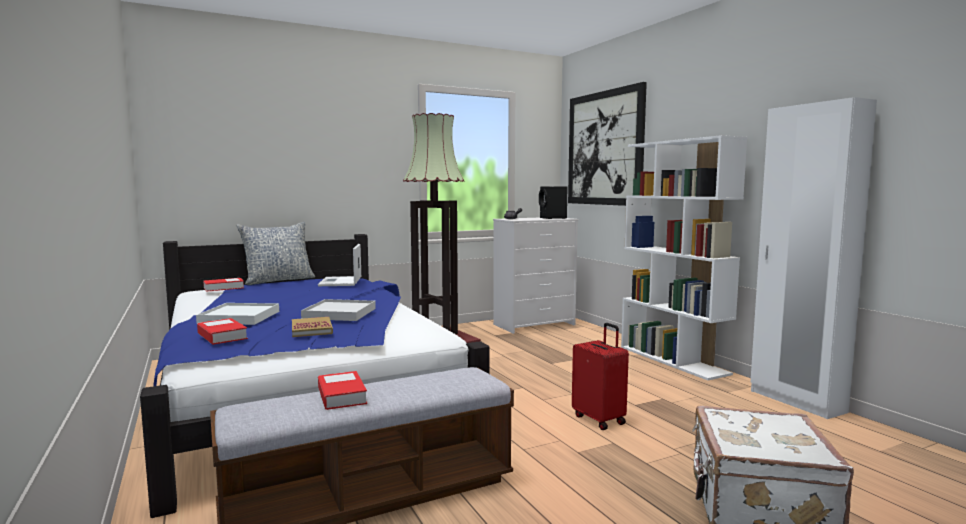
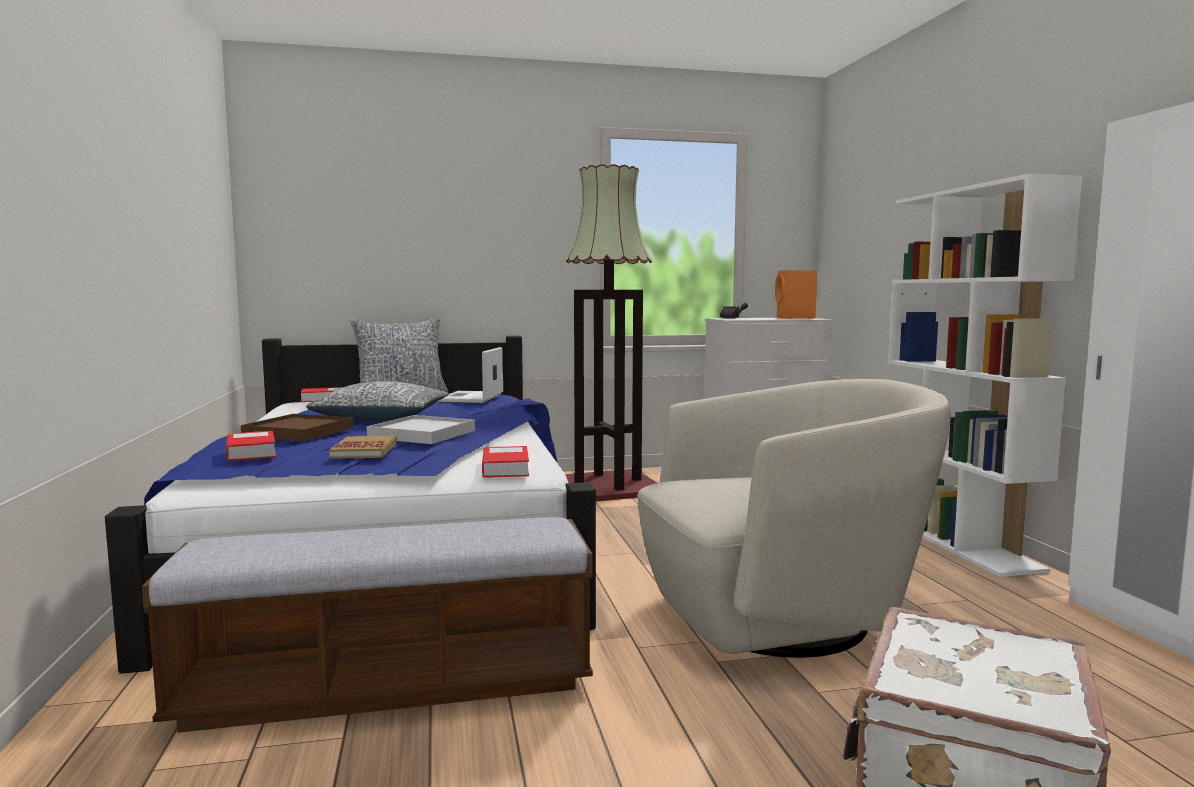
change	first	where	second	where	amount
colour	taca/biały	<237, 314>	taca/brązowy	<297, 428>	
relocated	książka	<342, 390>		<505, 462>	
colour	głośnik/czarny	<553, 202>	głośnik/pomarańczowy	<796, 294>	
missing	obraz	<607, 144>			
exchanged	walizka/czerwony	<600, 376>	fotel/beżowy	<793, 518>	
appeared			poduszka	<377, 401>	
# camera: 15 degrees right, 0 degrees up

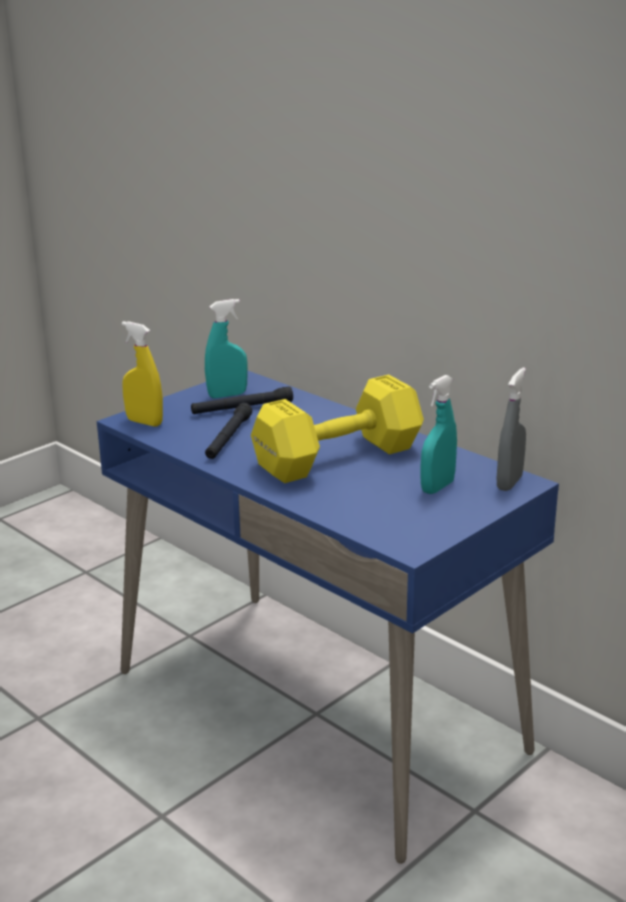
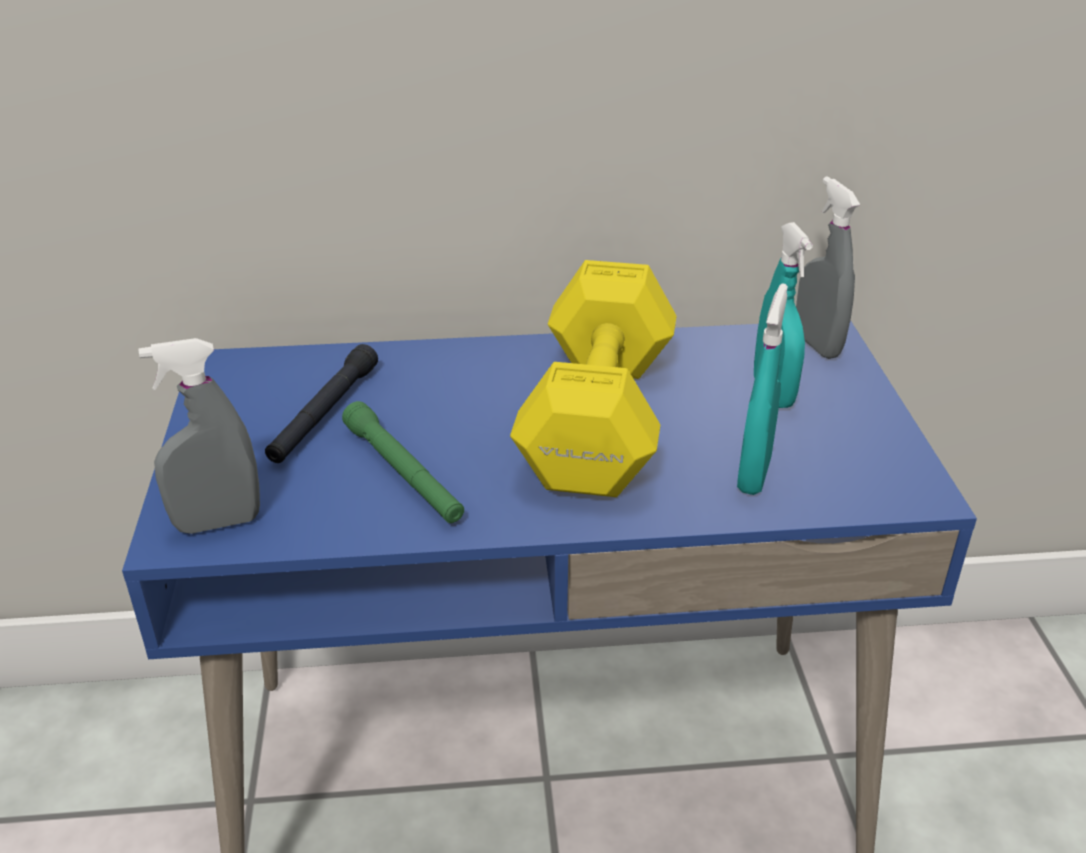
change	first	where	second	where	amount
colour	spryskiwacz/żółty	<142, 374>	spryskiwacz/szary	<199, 436>	
relocated	spryskiwacz/turkusowy	<226, 348>		<762, 389>	
colour	latarka/czarny	<228, 431>	latarka/zielony	<403, 462>	
# camera: 50 degrees left, 10 degrees up

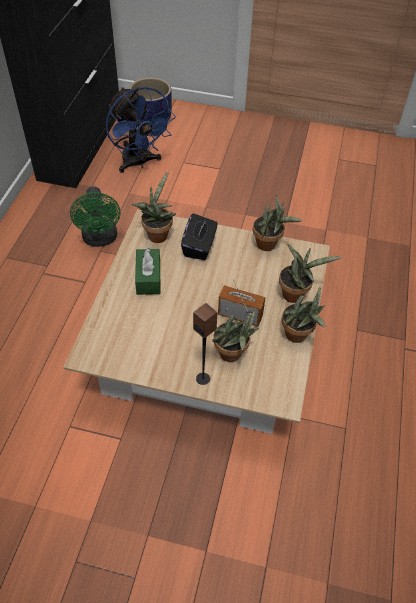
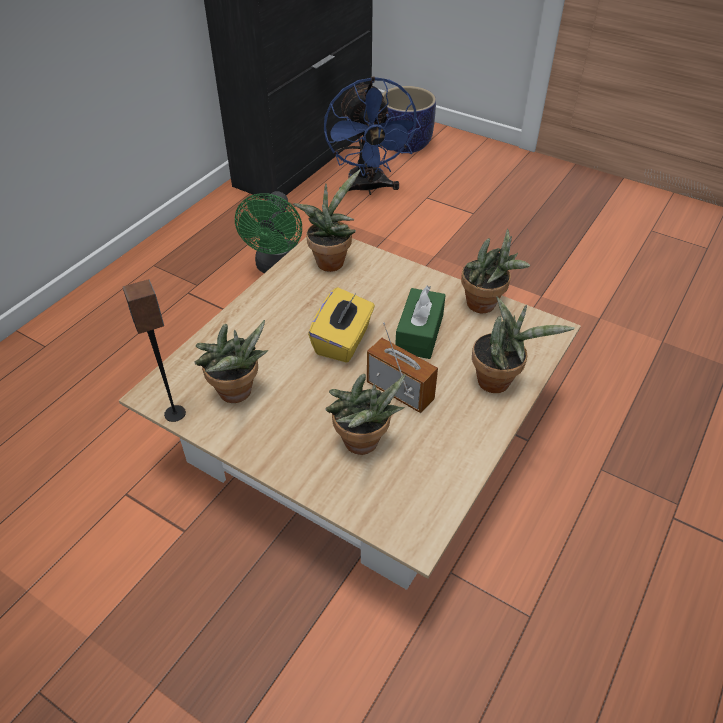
change	first	where	second	where	amount
relocated	pudełko chusteczek/zielony	<147, 271>		<420, 322>	
missing	pudełko chusteczek/czarny	<199, 236>			
relocated	głośnik	<205, 344>		<154, 350>	
relocated	roślina doniczkowa	<303, 315>		<231, 361>	
appeared			pudełko chusteczek/żółty	<341, 325>	
# camera: 20 degrees right, 5 degrees down

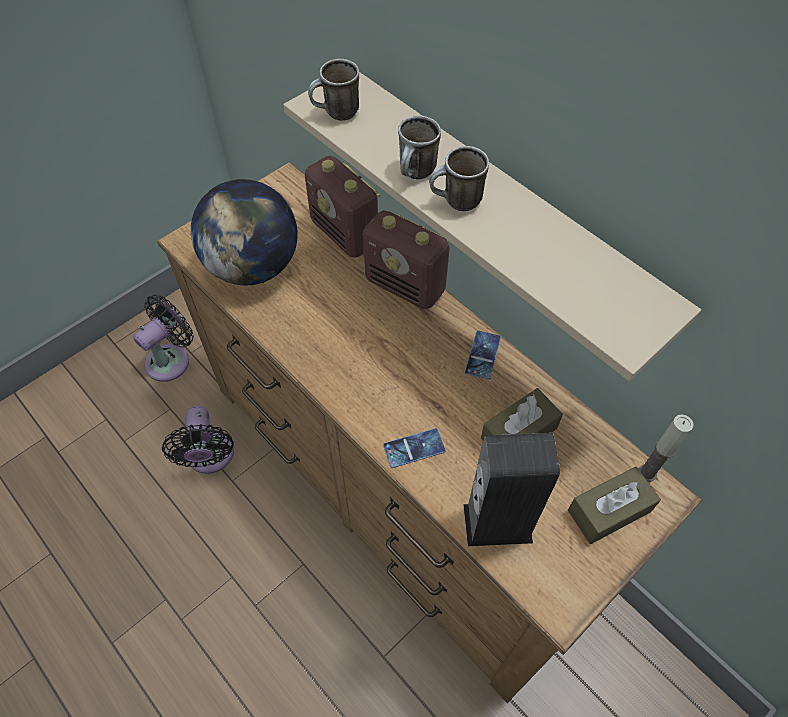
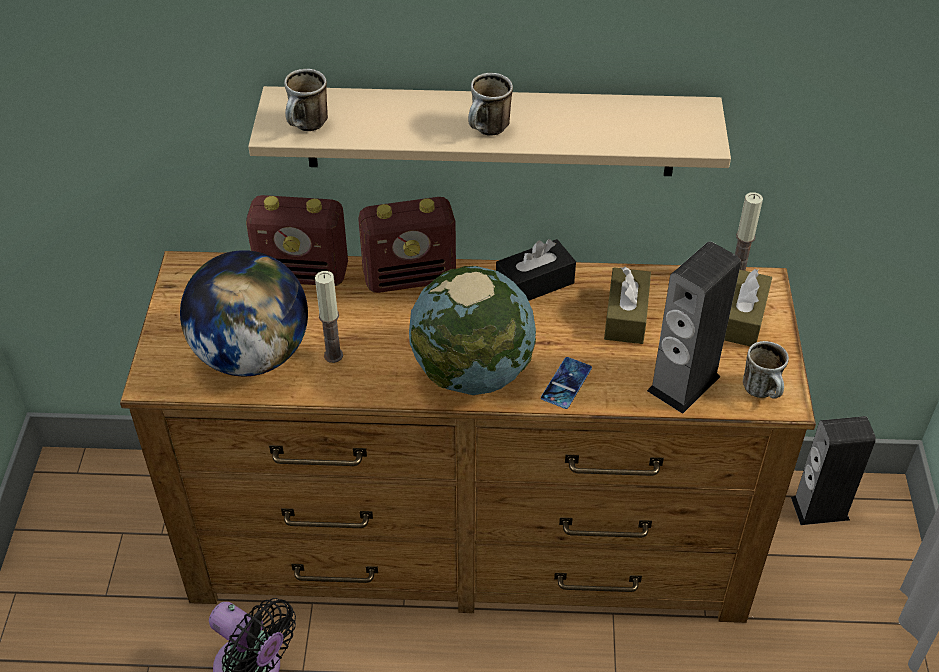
change	first	where	second	where	amount
missing	wentylator/czarny	<163, 338>			
relocated	kubek	<419, 147>		<766, 370>	
exchanged	telefon	<483, 354>	pudełko chusteczek/czarny	<536, 270>	
appeared			świeca	<329, 317>	
appeared			globus	<472, 330>	
appeared			głośnik	<833, 470>	
# camera: 45 degrees left, 10 degrees down

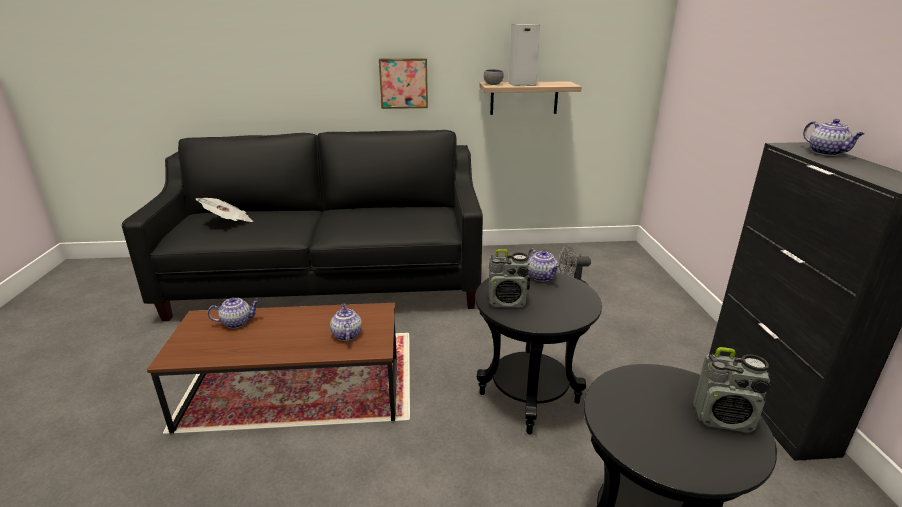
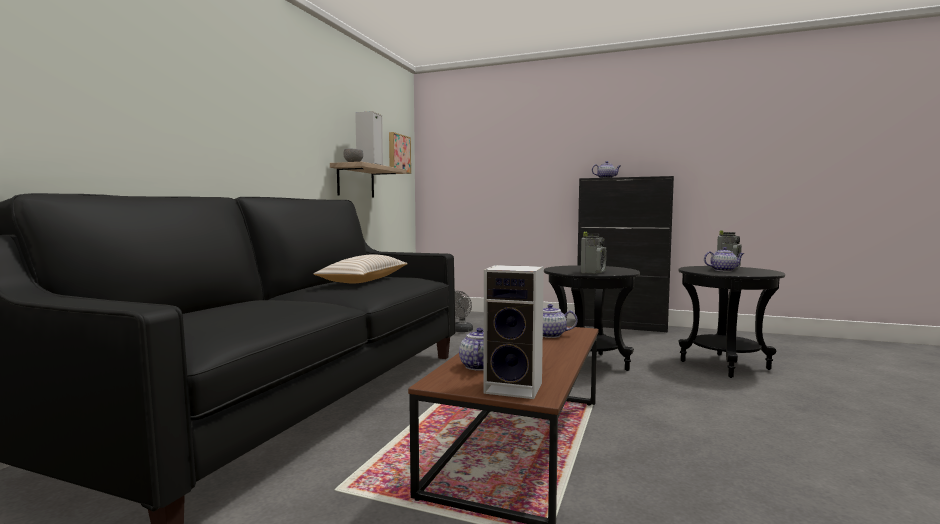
change	first	where	second	where	amount
missing	gazeta	<225, 210>			
relocated	obraz	<403, 83>		<400, 153>	
relocated	imbryk	<543, 264>		<724, 259>	
appeared			poduszka/beżowy	<361, 269>	
appeared			głośnik	<513, 332>	
# camera: 65 degrees left, 20 degrees down

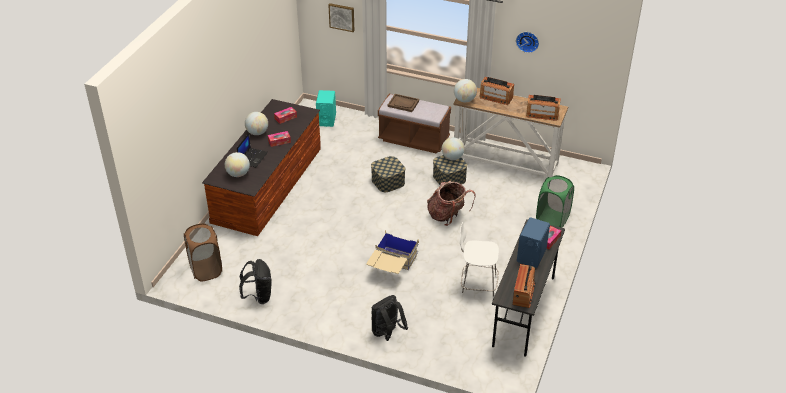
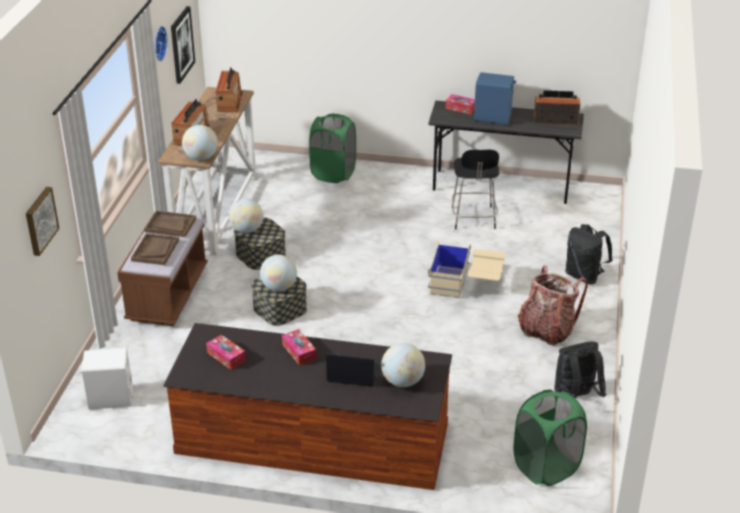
change	first	where	second	where	amount
colour	kosz na pranie/brązowy	<203, 252>	kosz na pranie/zielony	<550, 438>	
relocated	globus	<256, 123>		<278, 273>	
colour	głośnik/turkusowy	<326, 108>	głośnik/biały	<106, 379>	
relocated	plecak	<451, 203>		<553, 306>	
colour	krzesło/biały	<479, 260>	krzesło/czarny	<475, 189>	
appeared			taca/brązowy	<170, 224>	
appeared			obraz	<183, 45>	
# camera: 100 degrees left, 5 degrees down

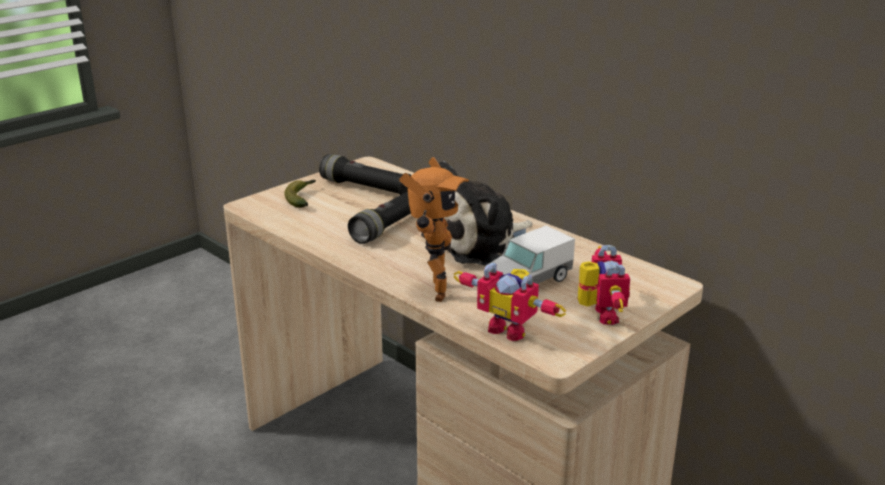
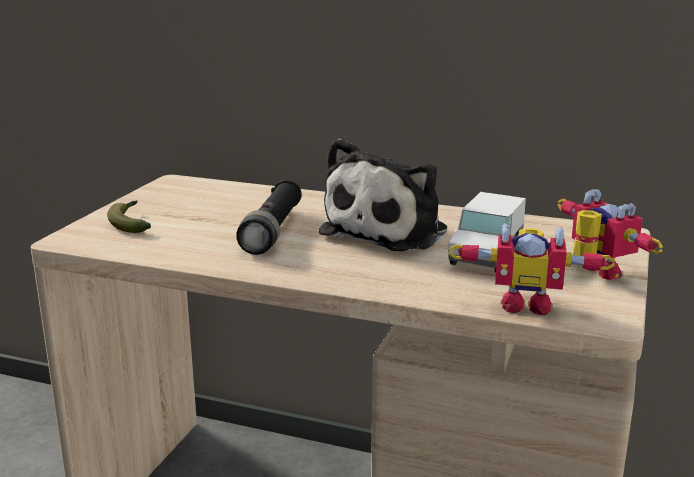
change	first	where	second	where	amount
missing	latarka/czarny	<365, 174>			
missing	robot zabawkowy	<434, 229>			
# camera: 25 degrees left, 5 degrees down

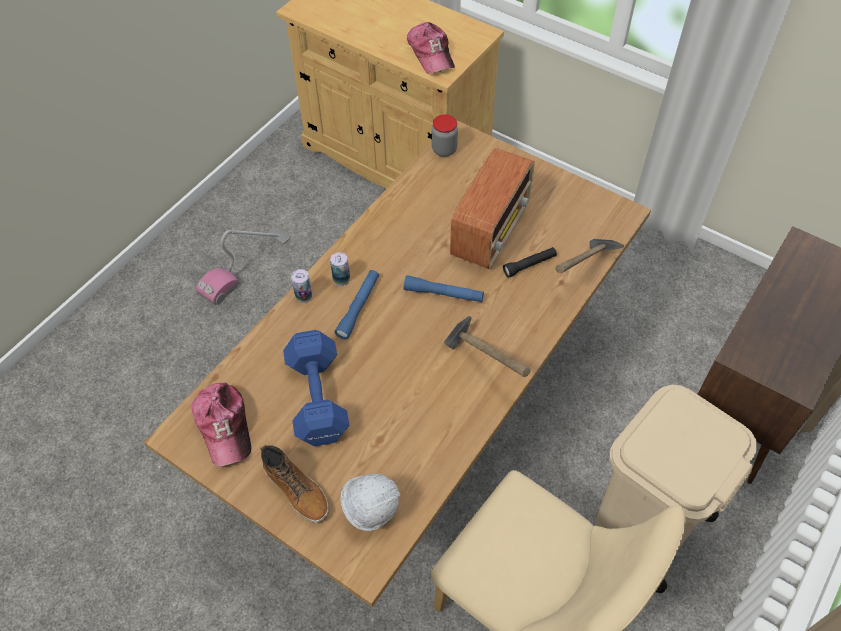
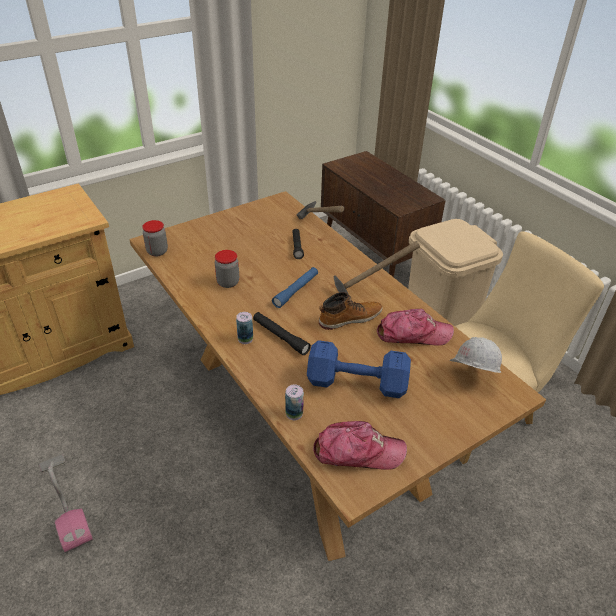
change	first	where	second	where	amount
relocated	but z cholewką	<294, 483>		<350, 311>	
relocated	puszka	<302, 286>		<294, 402>	
colour	latarka/niebieski	<357, 304>	latarka/czarny	<282, 333>	
relocated	czapka z daszkiem	<431, 48>		<415, 327>	
missing	radio	<492, 208>			
appeared			słoik	<227, 269>	
# camera: 70 degrees left, 15 degrees down

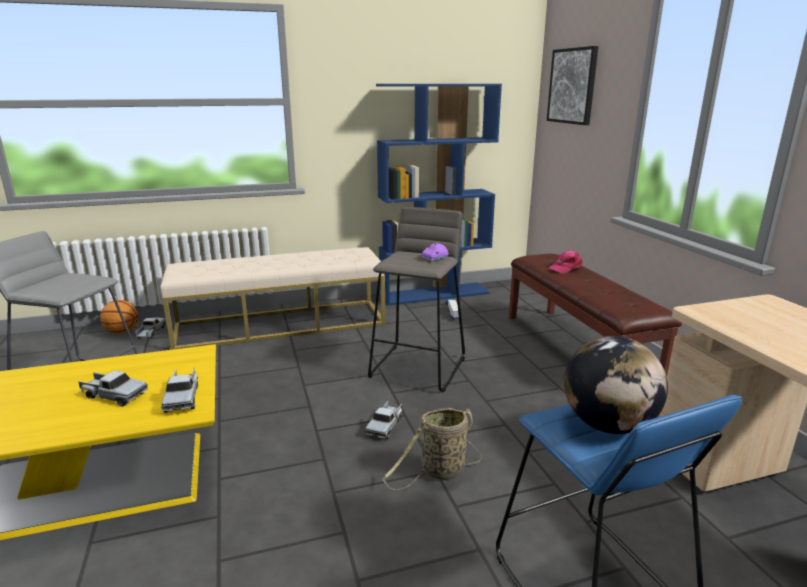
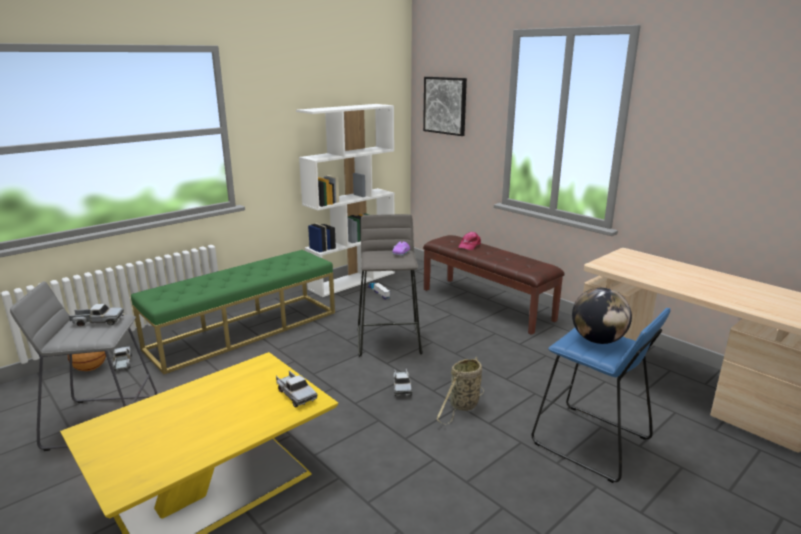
change	first	where	second	where	amount
relocated	ciężarówka zabawkowa	<113, 388>		<96, 315>	
colour	ławka/beżowy	<273, 298>	ławka/zielony	<233, 312>	
colour	regał/niebieski	<439, 195>	regał/biały	<345, 200>	
# camera: 25 degrees left, 0 degrees up

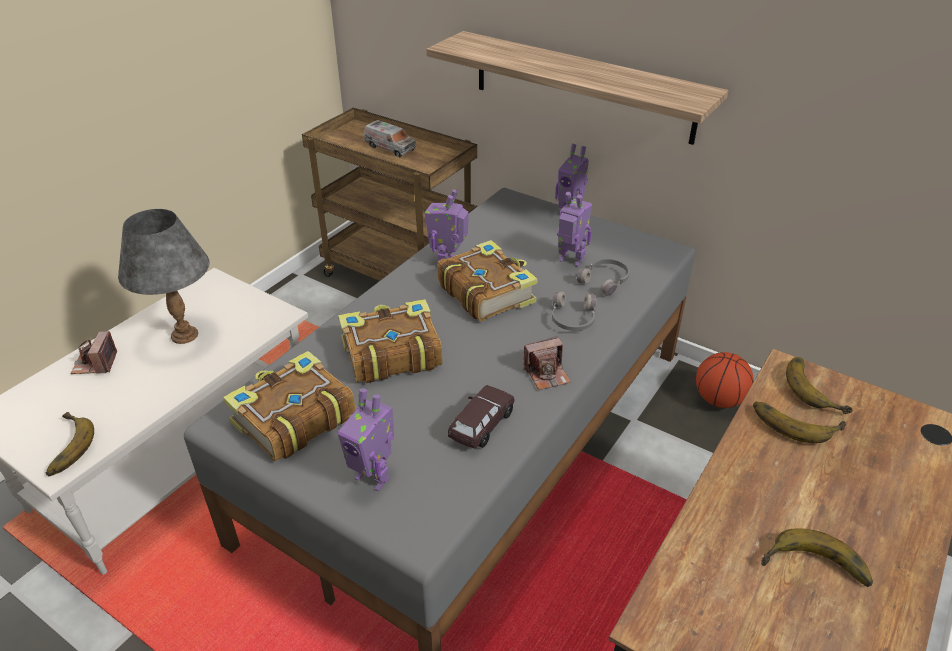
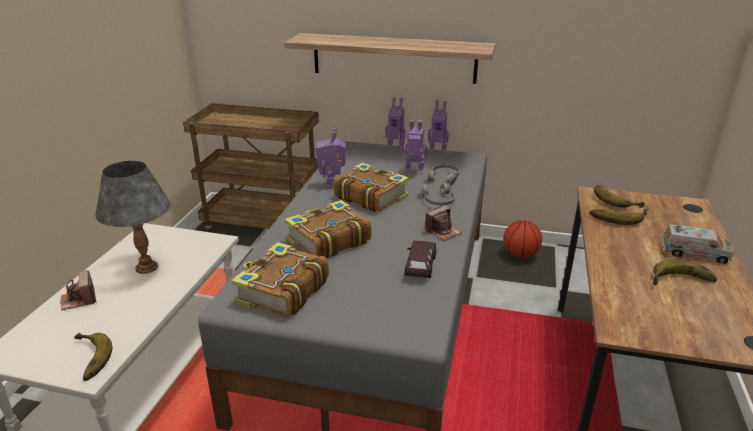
change	first	where	second	where	amount
relocated	robot zabawkowy	<366, 439>		<438, 127>	
relocated	ciężarówka zabawkowa	<390, 138>		<698, 244>	
# camera: 20 degrees left, 10 degrees down

